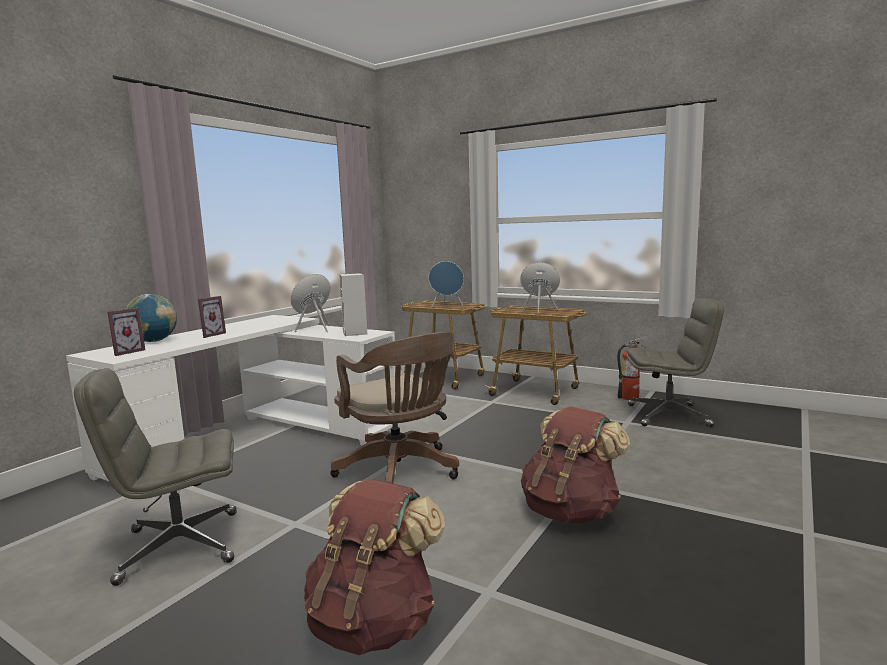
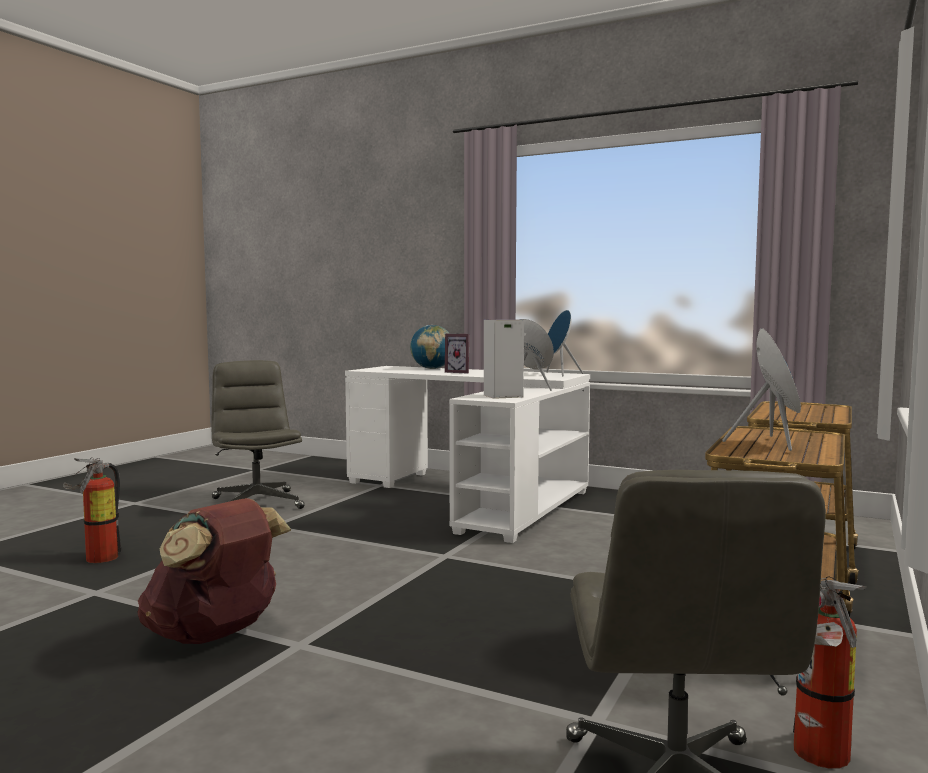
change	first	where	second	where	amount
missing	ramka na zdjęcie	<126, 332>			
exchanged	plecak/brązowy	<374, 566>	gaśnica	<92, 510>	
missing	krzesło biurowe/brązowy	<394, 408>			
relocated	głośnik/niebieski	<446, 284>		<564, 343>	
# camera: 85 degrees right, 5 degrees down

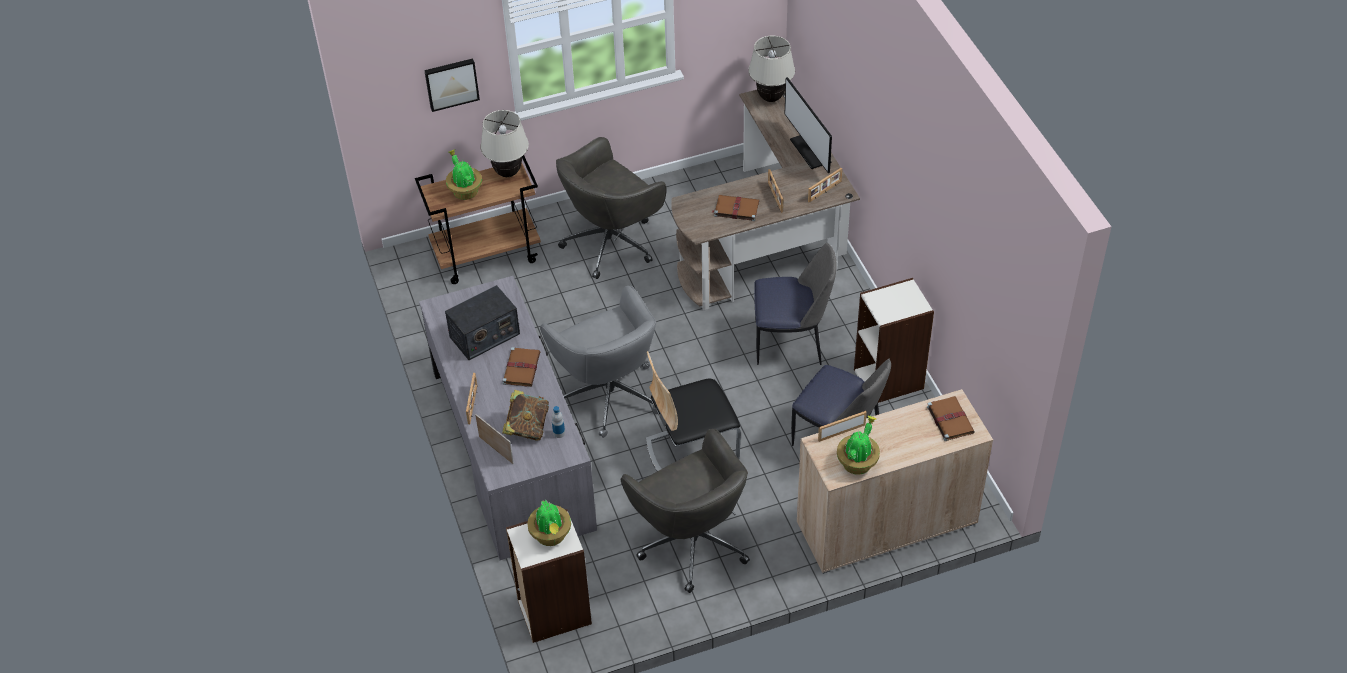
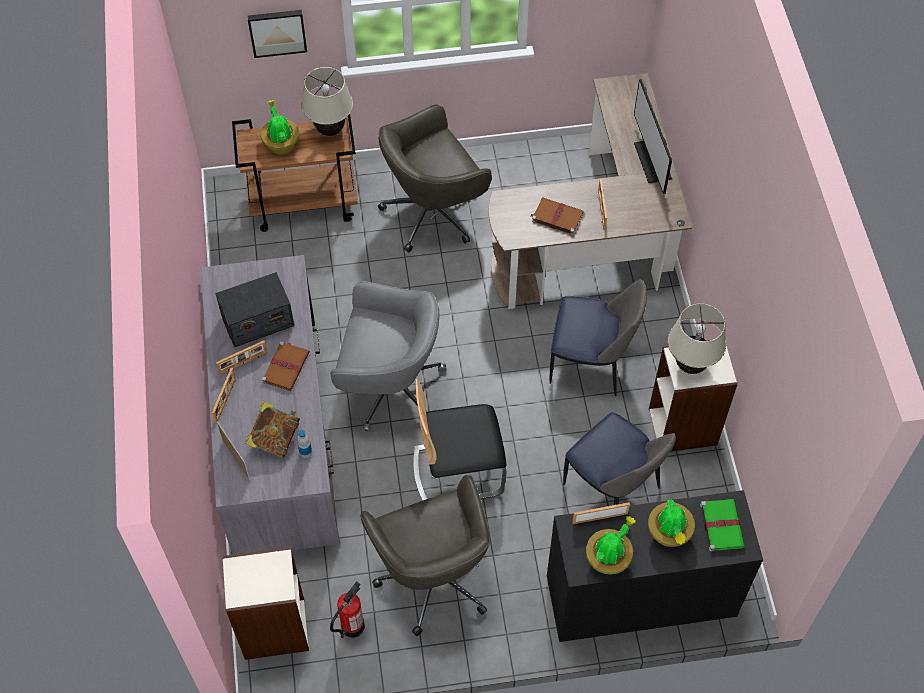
change	first	where	second	where	amount
relocated	roślina doniczkowa	<549, 523>		<671, 522>	
spun	krzesło biurowe/szary	<599, 362>		<388, 356>	60 degrees counterclockwise
relocated	lampa stołowa/beżowy	<771, 69>		<697, 338>	
colour	szafka/beżowy	<895, 481>	szafka/czarny	<655, 566>	
relocated	ramka na zdjęcie	<825, 185>		<241, 357>	
colour	książka/brązowy	<951, 418>	książka/zielony	<722, 525>	
appeared			gaśnica	<347, 610>	
# camera: 10 degrees right, 10 degrees up

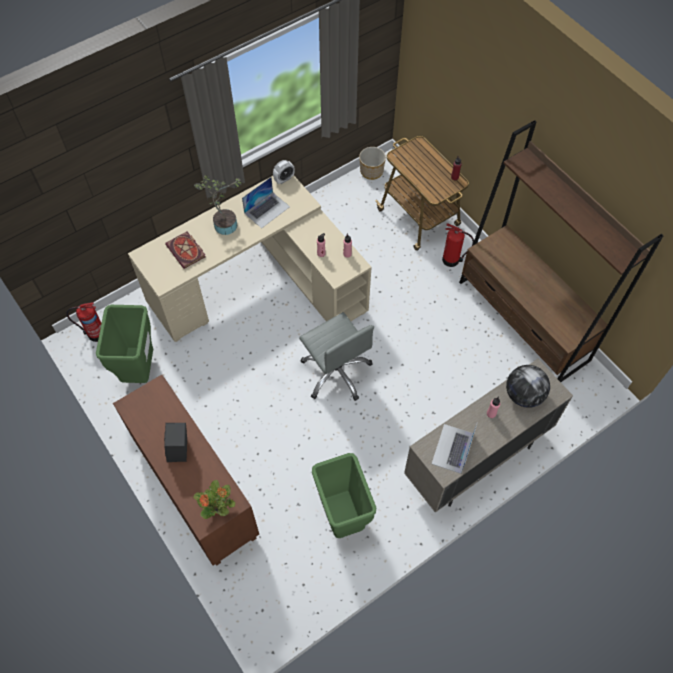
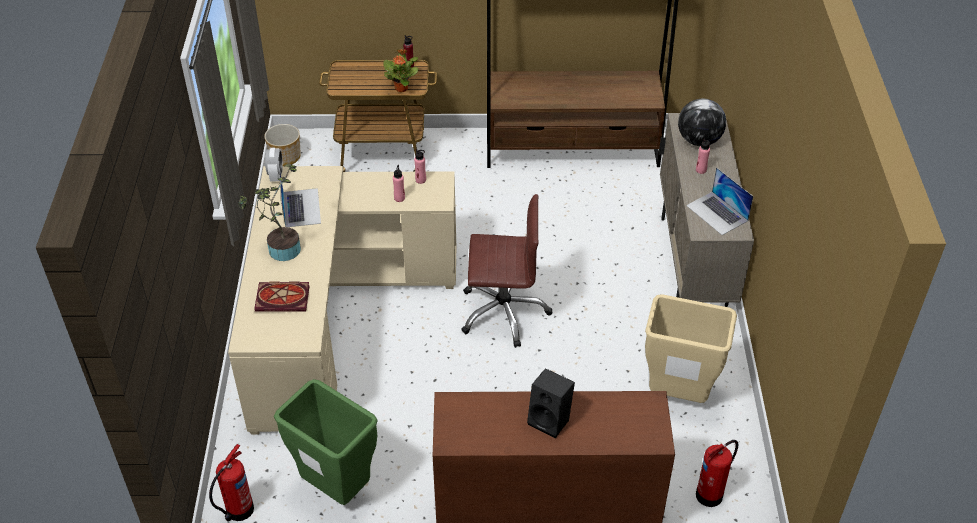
change	first	where	second	where	amount
relocated	roślina doniczkowa	<214, 499>		<401, 70>	
colour	krzesło biurowe/szary	<336, 356>	krzesło biurowe/brązowy	<506, 271>	
colour	kosz na śmieci/zielony	<344, 495>	kosz na śmieci/beżowy	<691, 348>	
relocated	gaśnica	<458, 245>		<717, 473>	
# camera: 55 degrees left, 15 degrees down

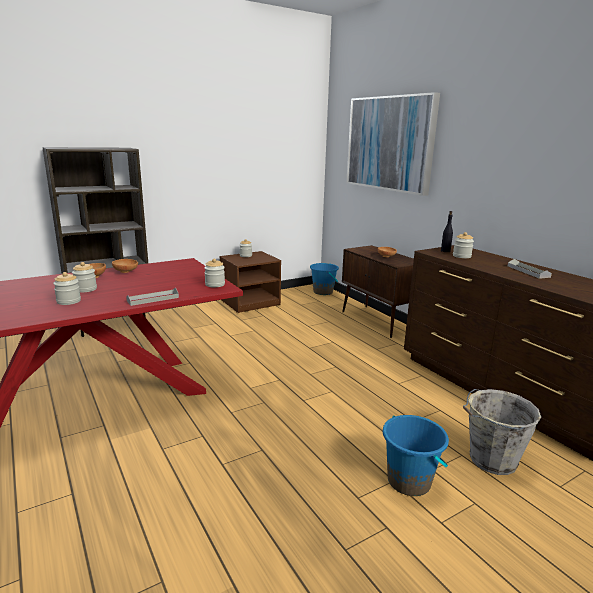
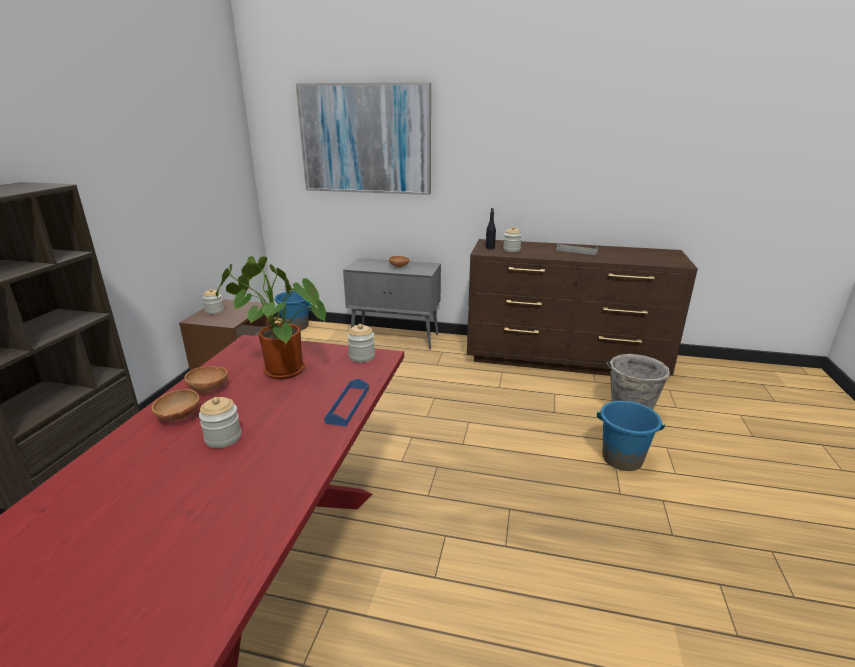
change	first	where	second	where	amount
missing	słoik	<67, 288>			
colour	taca/szary	<152, 297>	taca/niebieski	<346, 402>	
colour	szafka/brązowy	<378, 291>	szafka/szary	<392, 303>	
appeared			roślina doniczkowa	<270, 317>	
# camera: 45 degrees left, 5 degrees up

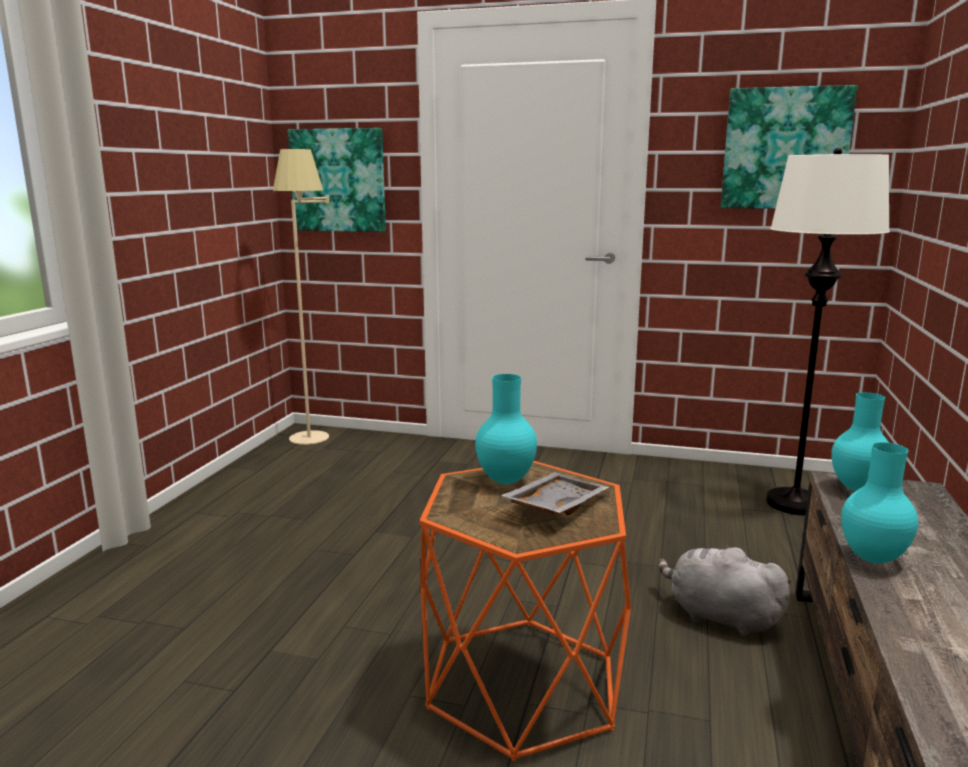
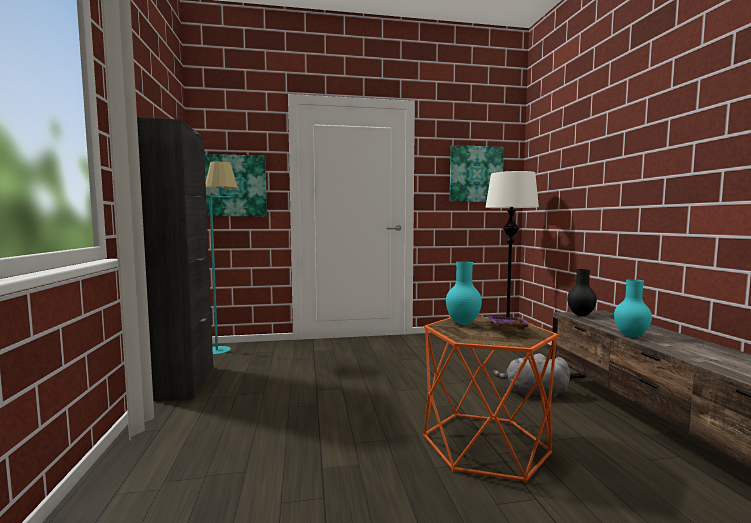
change	first	where	second	where	amount
colour	lampa stojąca/beżowy	<301, 297>	lampa stojąca/turkusowy	<222, 258>	
colour	taca/szary	<554, 494>	taca/fioletowy	<510, 322>	
colour	wazon/turkusowy	<860, 441>	wazon/czarny	<582, 292>	
appeared			szafka/czarny	<175, 259>	
# camera: 25 degrees left, 10 degrees down

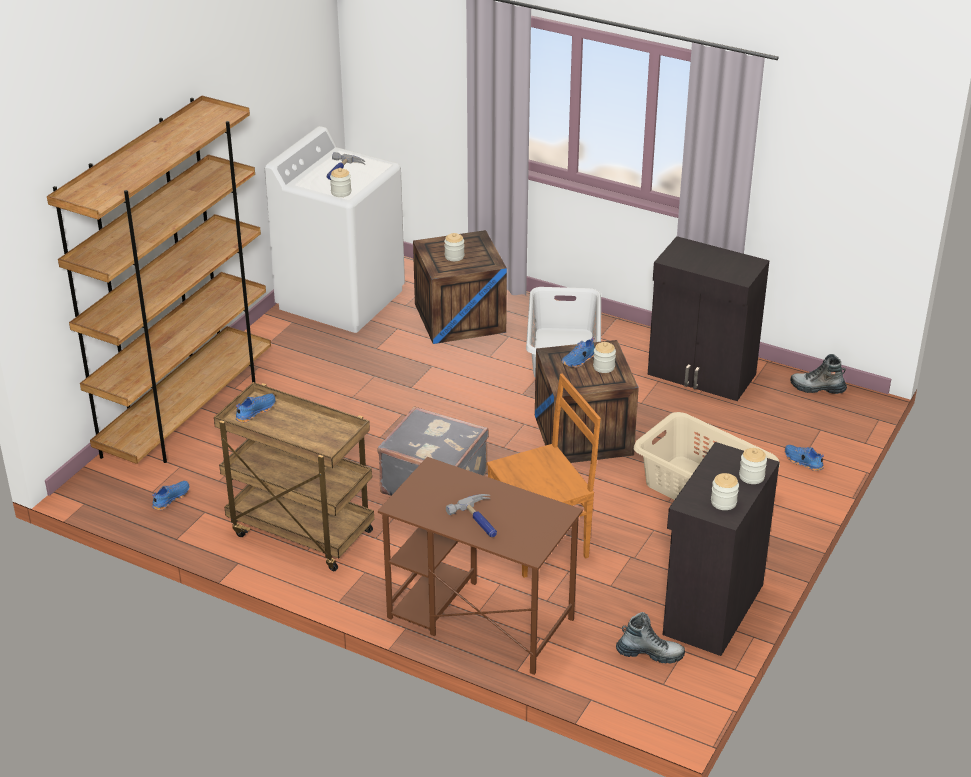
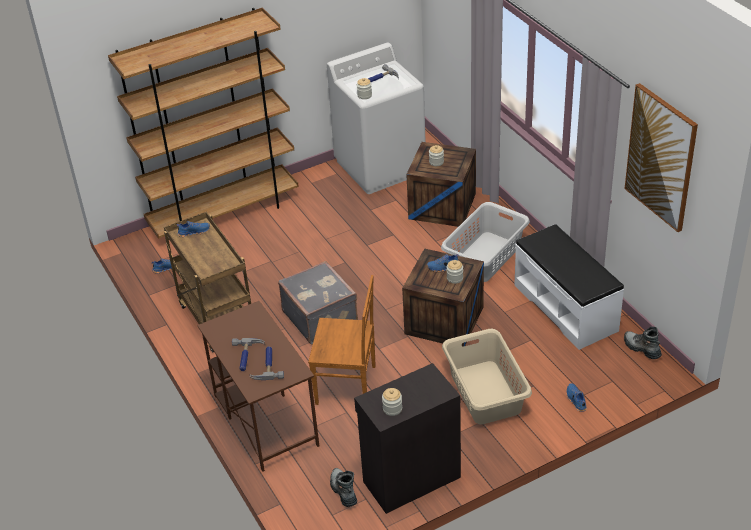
change	first	where	second	where	amount
spun	but z cholewką	<650, 637>		<343, 487>	150 degrees counterclockwise
exchanged	szafka/czarny	<708, 318>	ławka/biały	<569, 287>	
missing	słoik	<753, 466>			
appeared			młotek	<266, 363>	
appeared			obraz	<661, 157>	
# camera: 35 degrees right, 5 degrees up

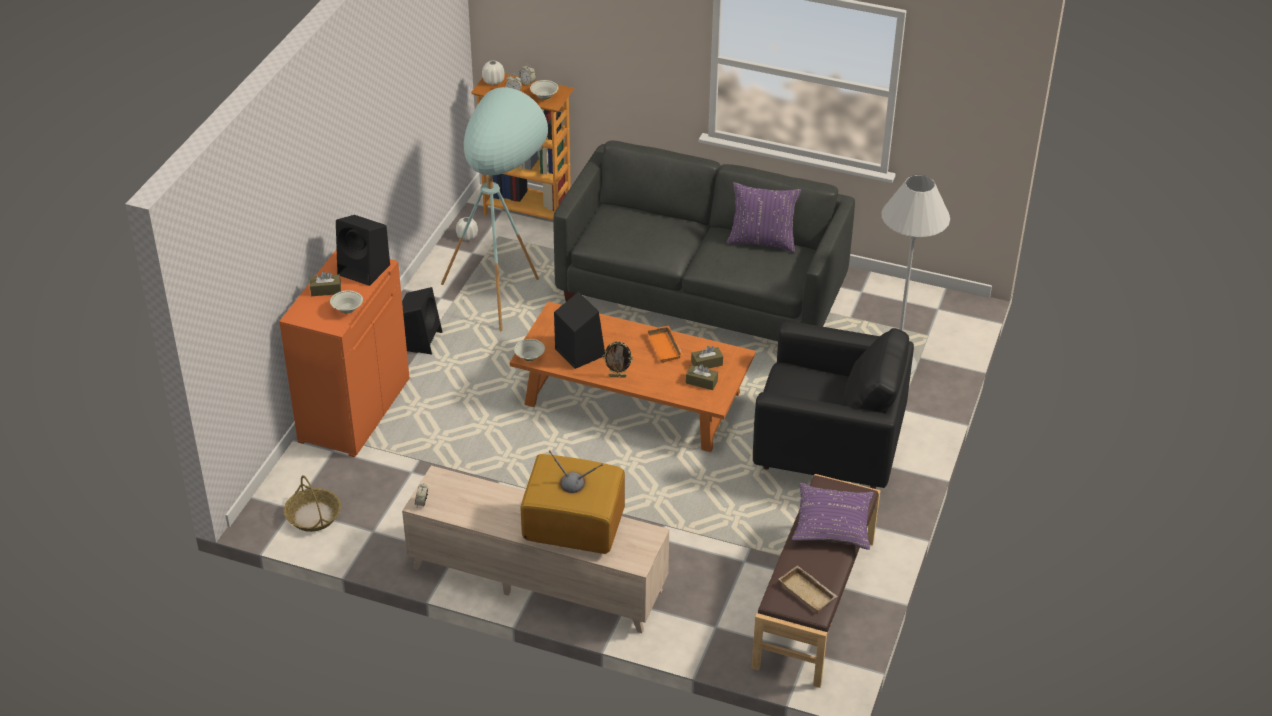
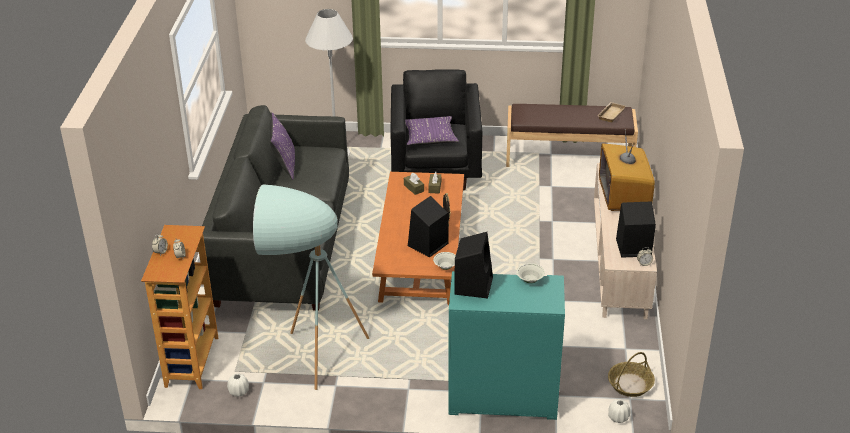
change	first	where	second	where	amount
colour	szafka/pomarańczowy	<344, 353>	szafka/turkusowy	<506, 345>	
missing	pudełko chusteczek/brązowy	<325, 283>			
relocated	głośnik/czarny	<422, 321>		<636, 230>	
relocated	wazon/biały	<493, 72>		<619, 411>	
missing	miska/biały	<544, 89>			
missing	taca/pomarańczowy	<665, 344>			
relocated	poduszka/fioletowy	<833, 516>		<432, 130>	
# camera: 105 degrees left, 5 degrees down

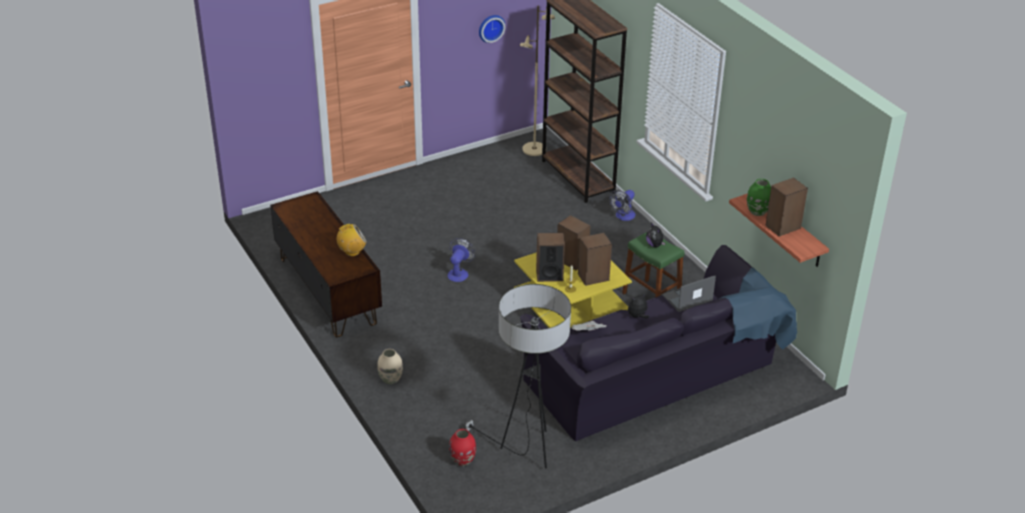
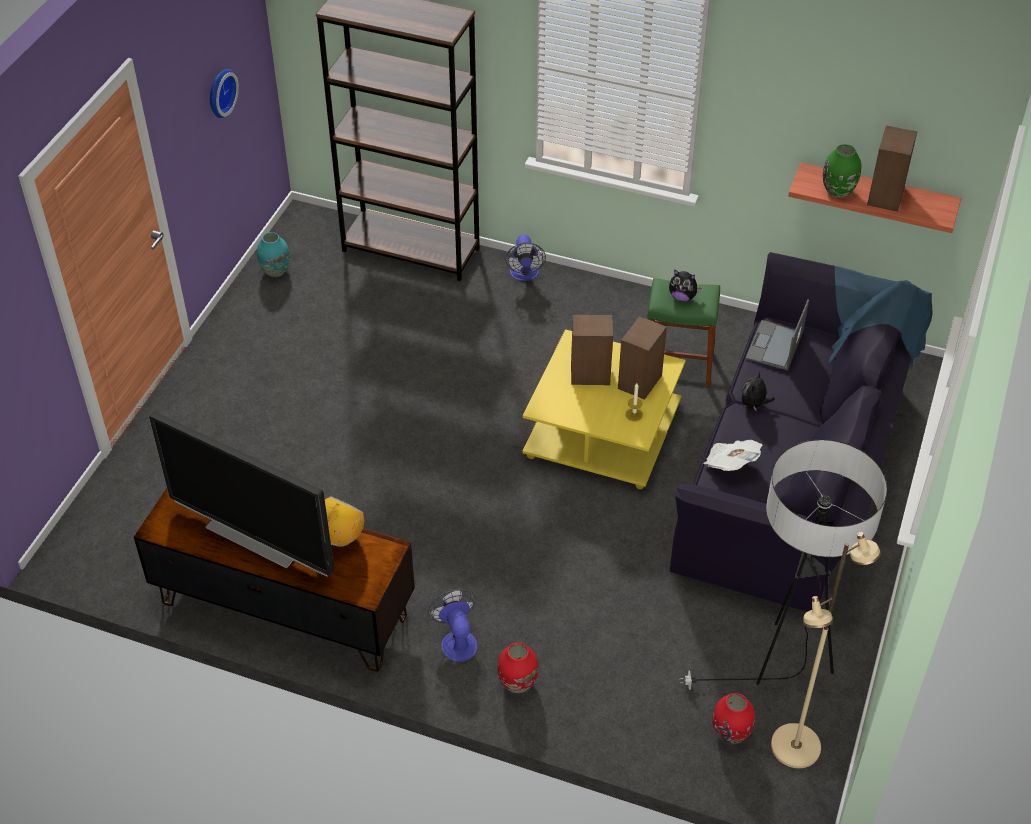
change	first	where	second	where	amount
colour	wazon/beżowy	<390, 366>	wazon/czerwony	<518, 668>	
relocated	wentylator	<462, 260>		<452, 625>	
relocated	lampa stojąca/beżowy	<537, 81>		<826, 650>	
missing	głośnik	<550, 257>			
appeared			telewizor	<242, 494>	
appeared			wazon/turkusowy	<273, 254>	
# camera: 40 degrees left, 10 degrees up

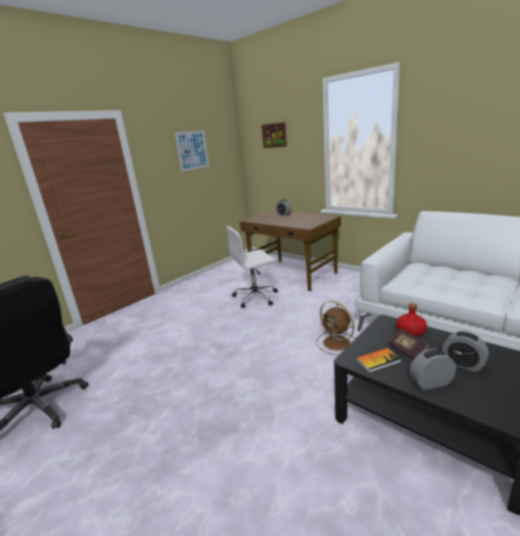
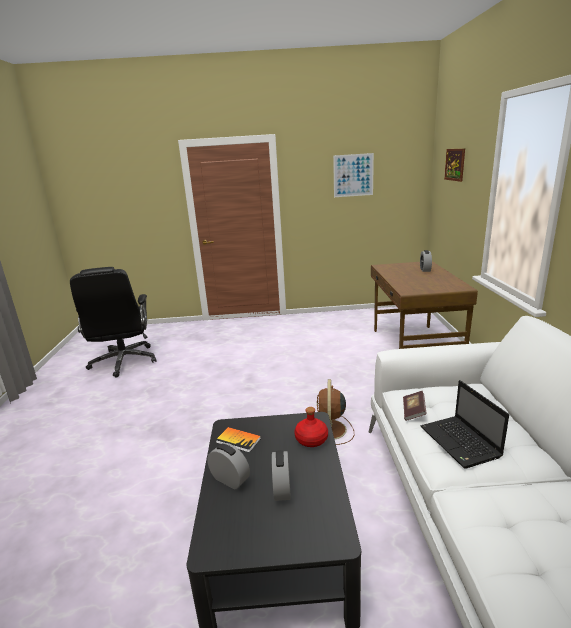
change	first	where	second	where	amount
missing	krzesło biurowe/biały	<252, 267>			
relocated	książka	<408, 344>		<415, 406>	
appeared			laptop	<464, 424>	
# camera: 45 degrees right, 0 degrees up

